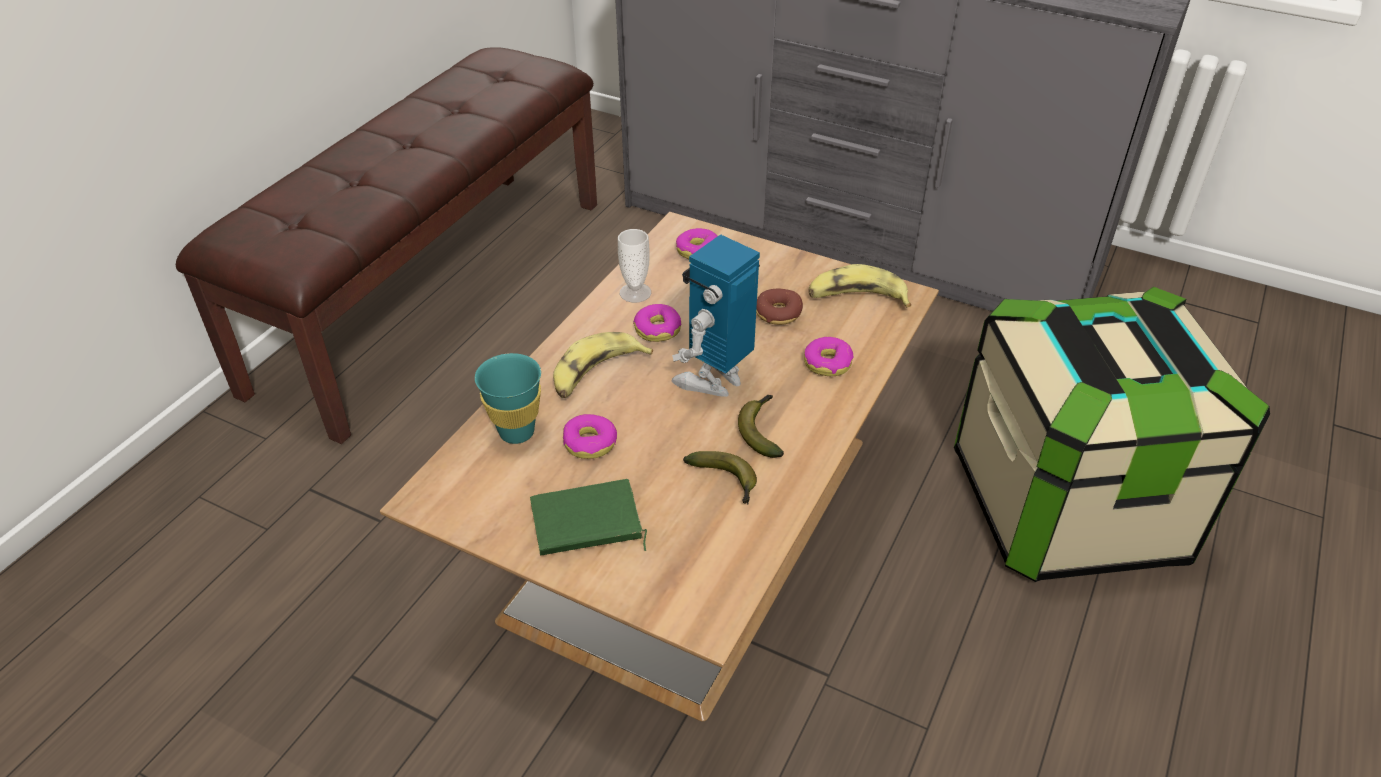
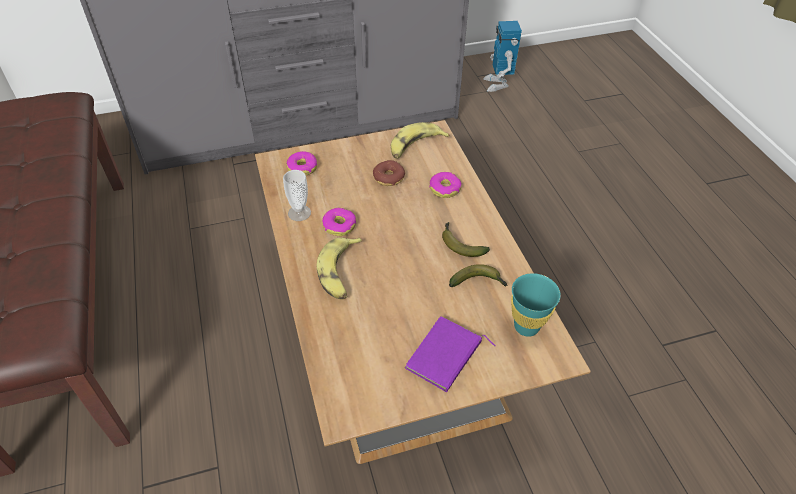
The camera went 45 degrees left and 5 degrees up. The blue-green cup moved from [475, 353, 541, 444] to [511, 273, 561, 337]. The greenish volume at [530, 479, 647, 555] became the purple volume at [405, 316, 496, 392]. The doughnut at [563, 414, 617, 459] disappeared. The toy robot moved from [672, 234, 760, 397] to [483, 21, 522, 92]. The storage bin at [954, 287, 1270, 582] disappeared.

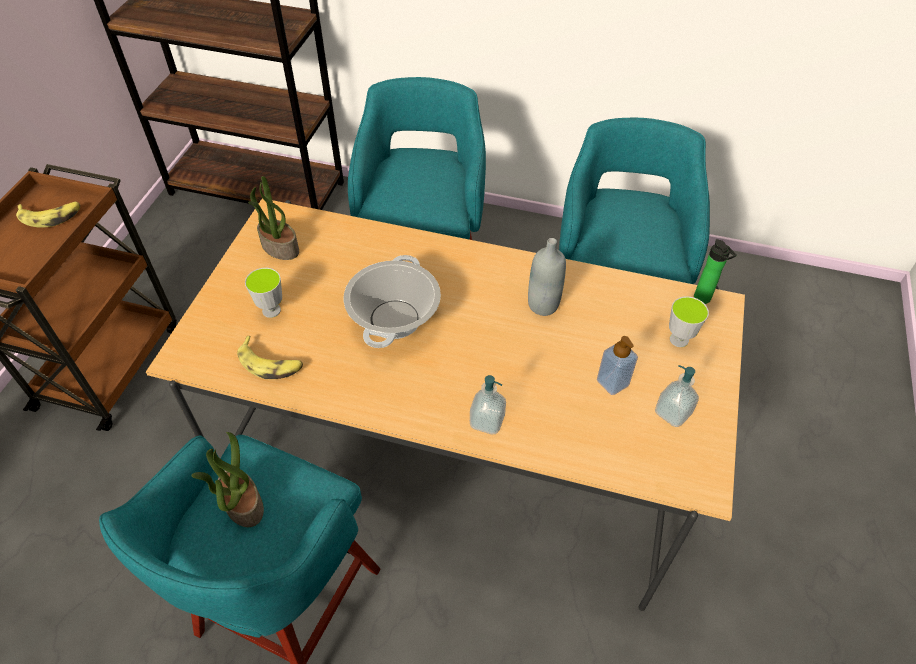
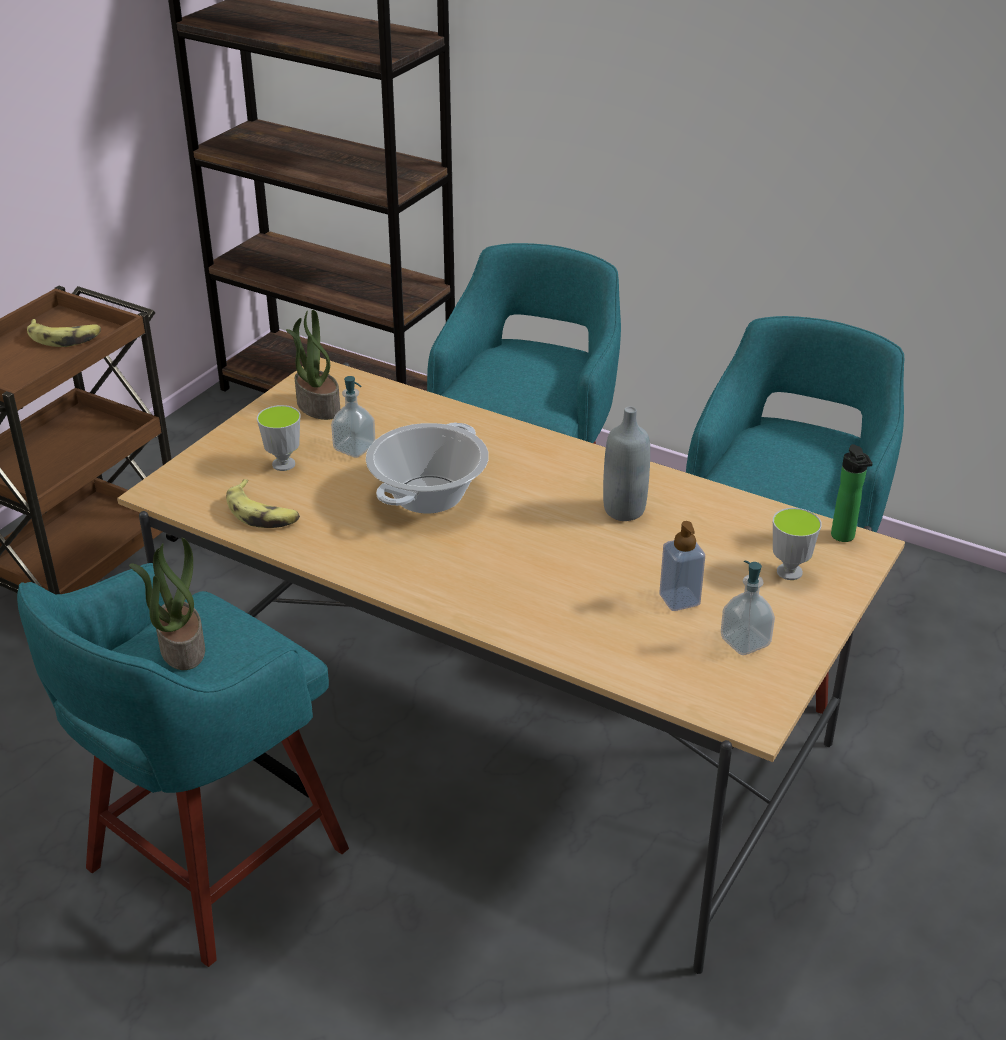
The camera went 15 degrees right and 15 degrees down. The soap dispenser moved from [470, 375, 506, 435] to [331, 376, 375, 458].

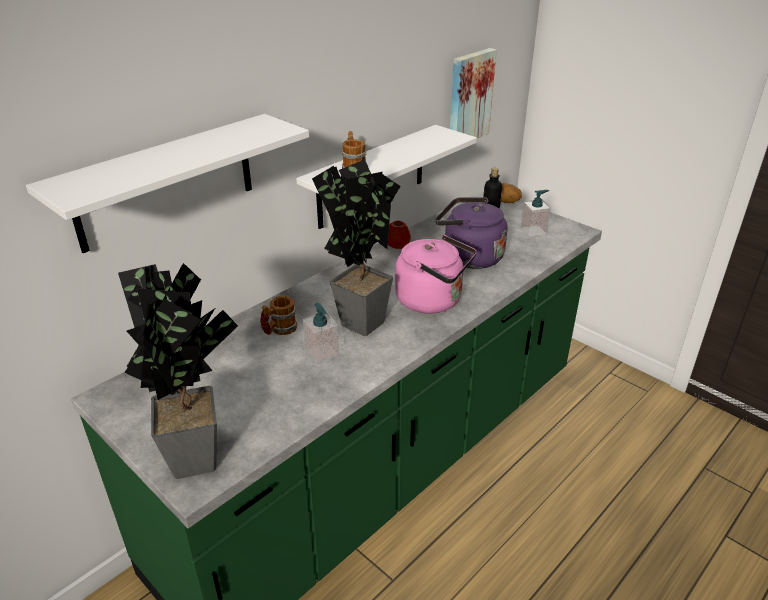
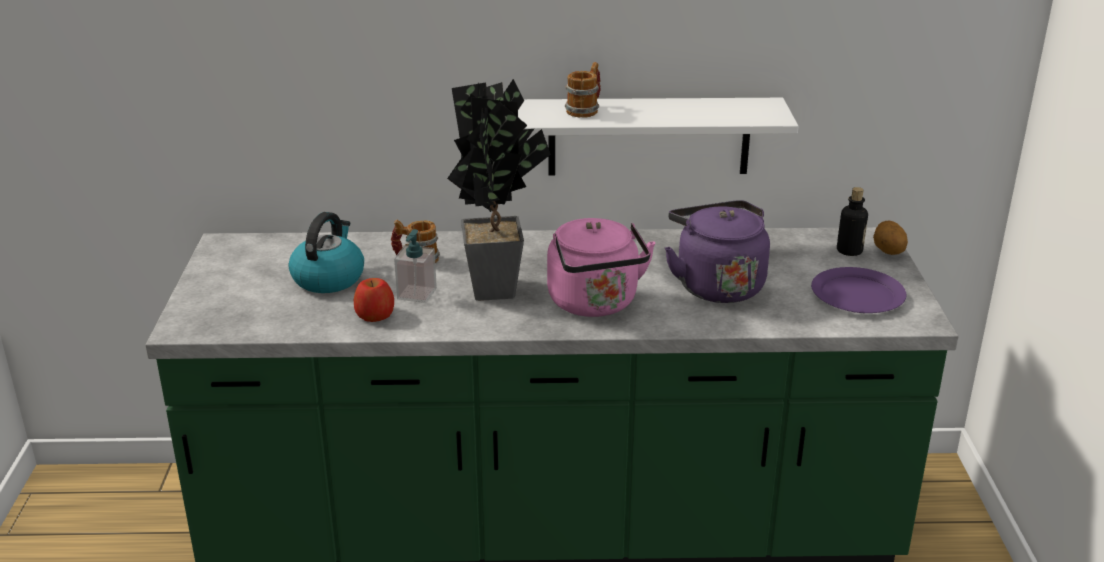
The camera went 45 degrees right and 5 degrees down. The white shelf at [26, 114, 309, 253] disappeared. The potted plant at [118, 263, 238, 479] disappeared. The apple fruit moved from [388, 221, 411, 249] to [354, 278, 394, 322]. The wall art at [450, 48, 497, 138] disappeared. The soap dispenser at [521, 190, 551, 236] was replaced by the purple flat dish at [811, 267, 907, 313]. The tea kettle at [288, 212, 364, 293] appeared.

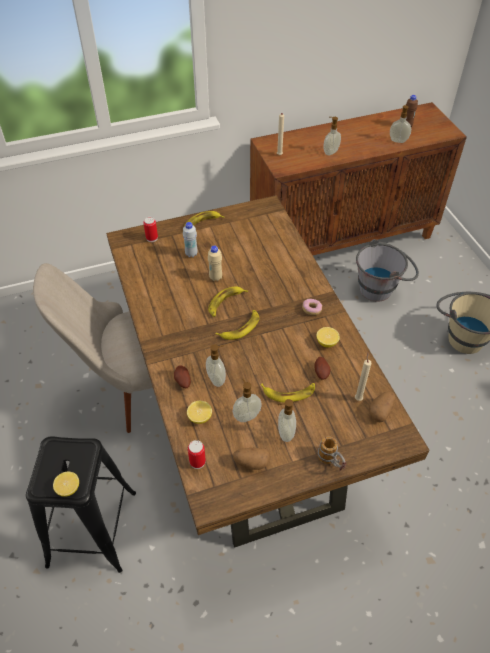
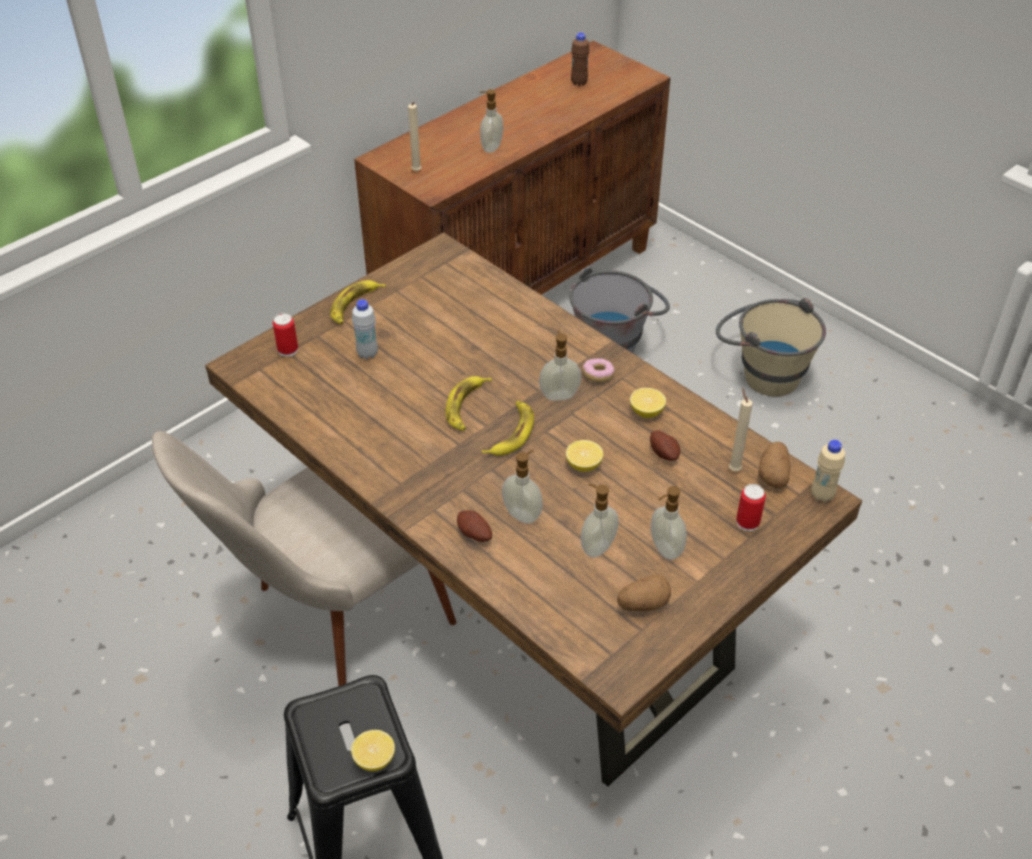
The camera went 25 degrees left and 5 degrees down. The citrus fruit moved from [187, 401, 212, 424] to [566, 440, 603, 472]. The metal can moved from [188, 440, 206, 469] to [736, 484, 766, 531]. The beige-coloured bottle moved from [208, 246, 222, 281] to [811, 440, 845, 503]. The banana at [261, 383, 315, 402] disappeared. The tea mug at [318, 436, 346, 471] disappeared. The soap dispenser moved from [390, 105, 411, 143] to [539, 330, 581, 401].

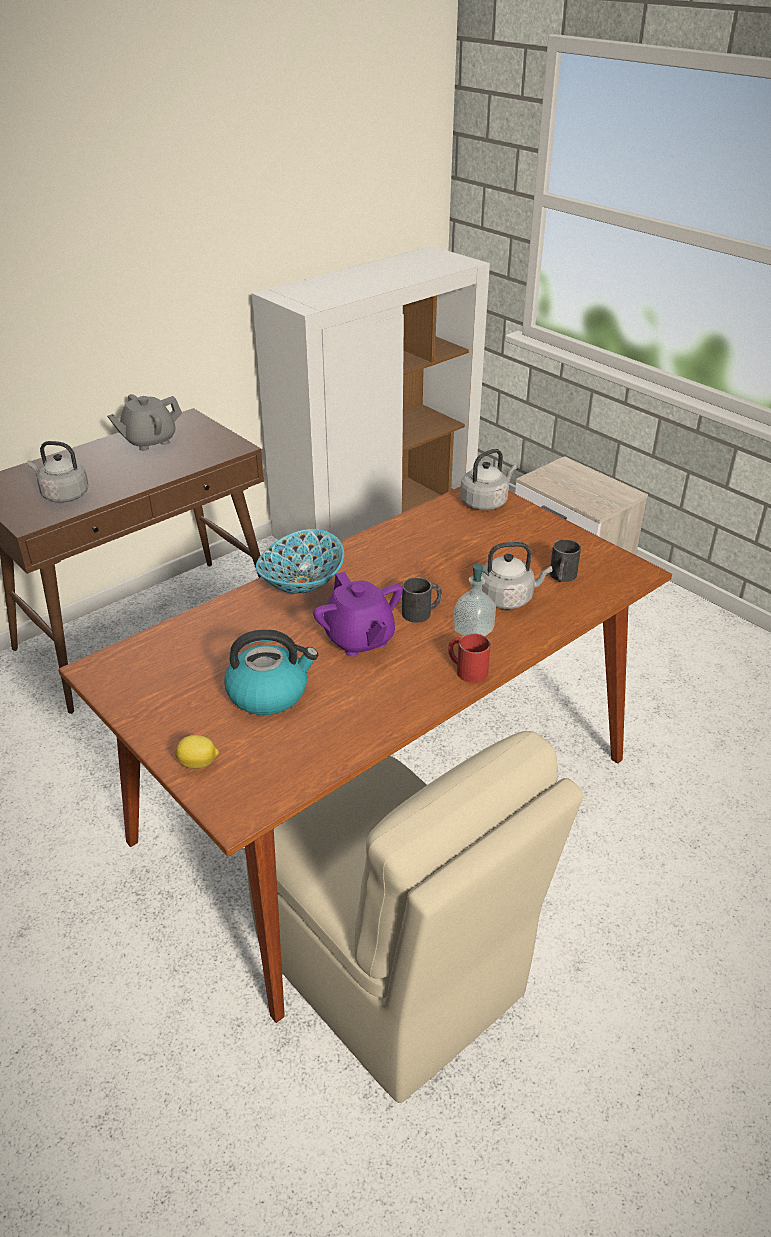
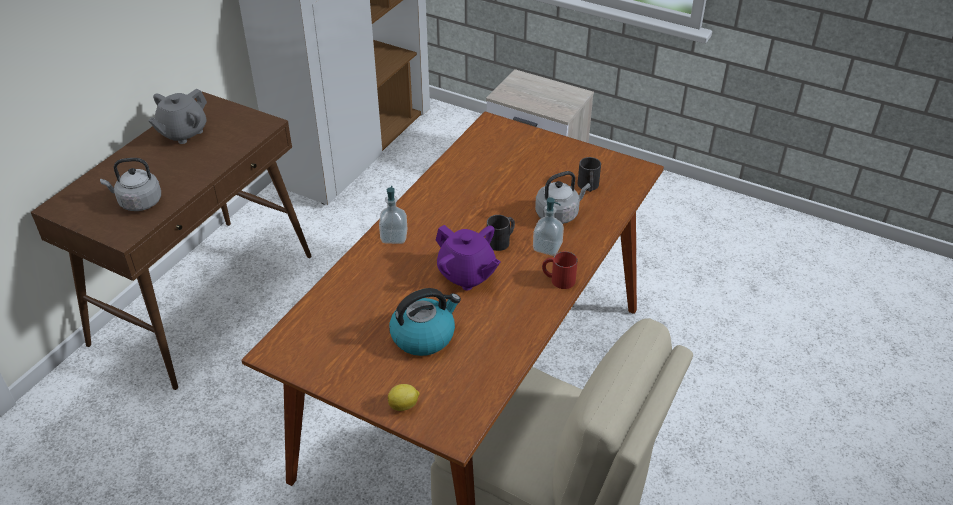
The camera went 20 degrees left and 5 degrees up. The serving bowl at [256, 529, 344, 594] was replaced by the soap dispenser at [379, 186, 407, 244]. The gray tea kettle at [460, 449, 517, 511] disappeared.

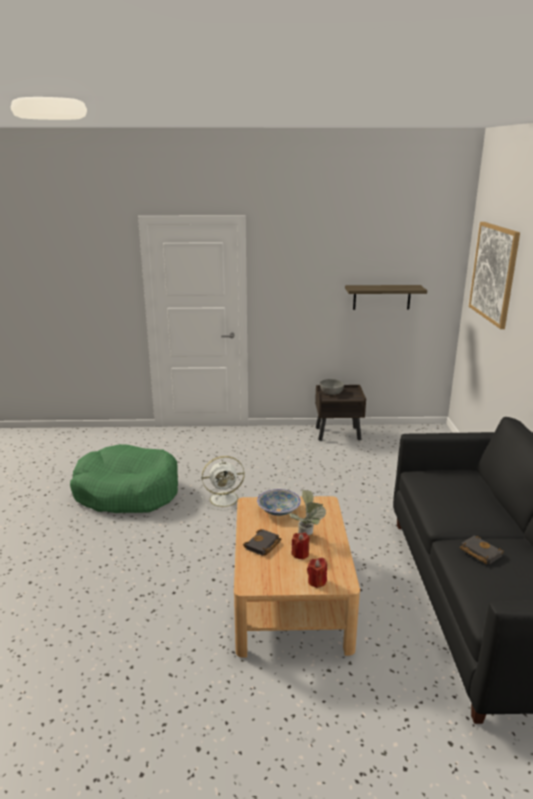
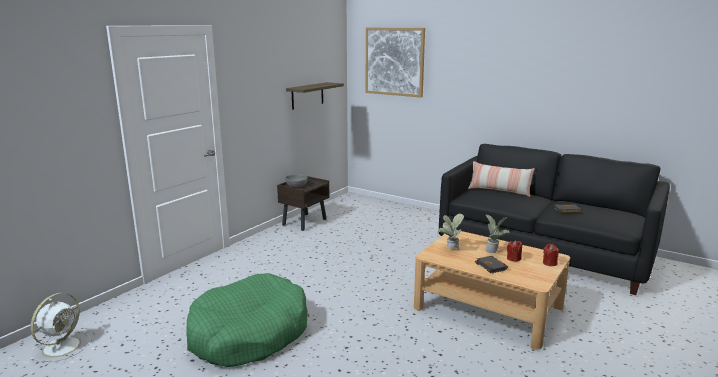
The camera went 55 degrees left and 5 degrees down. The white fan moved from [201, 456, 245, 510] to [31, 293, 91, 362]. The serving bowl at [257, 489, 301, 516] was replaced by the potted plant at [438, 214, 464, 250]. The pillow at [468, 161, 535, 197] appeared.

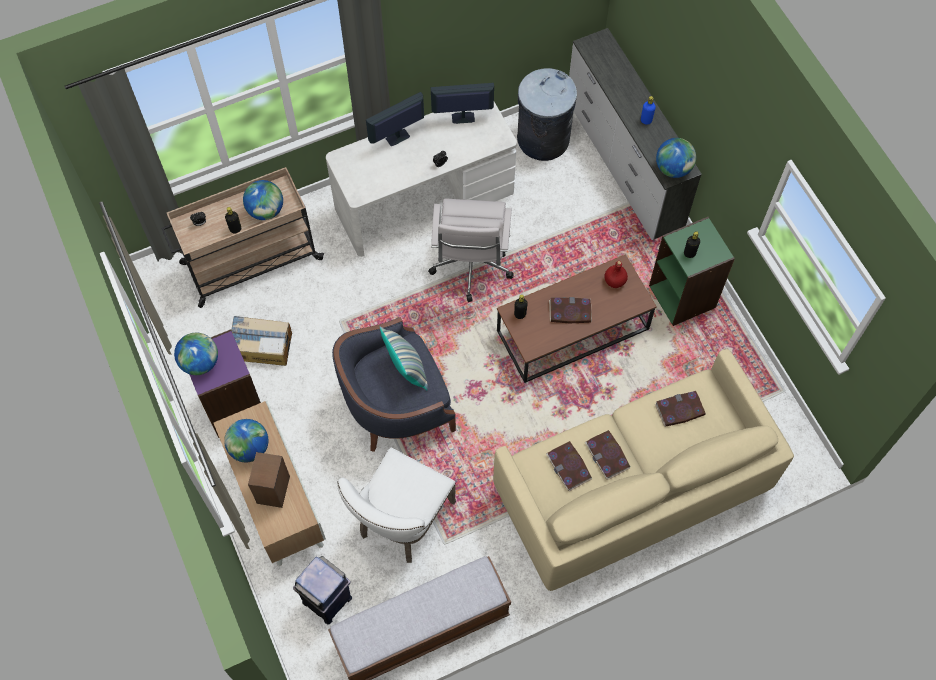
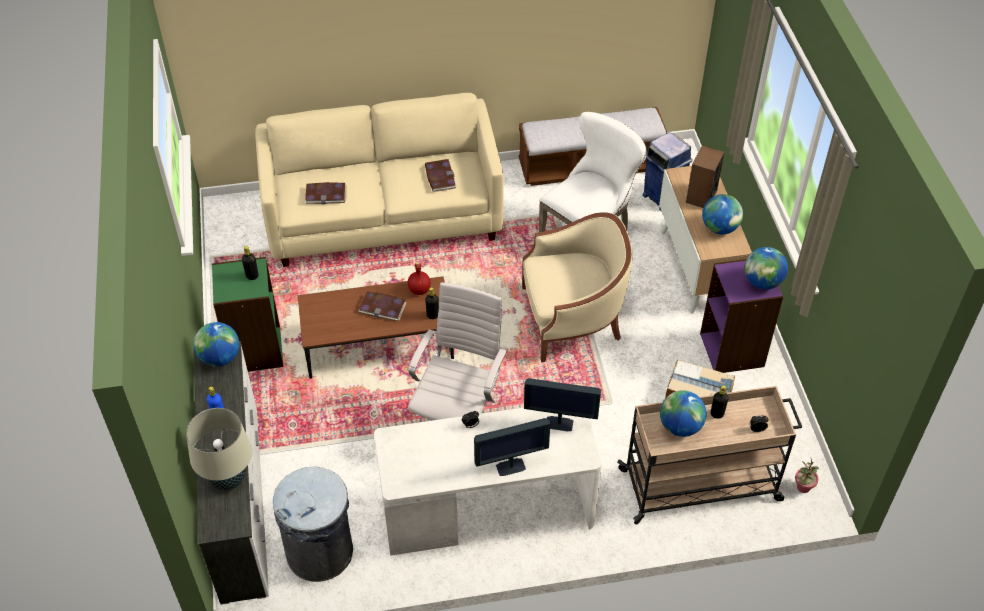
The camera went 165 degrees left and 15 degrees down. The blue-coloured lounge chair at [332, 317, 456, 452] became the beige-coloured lounge chair at [522, 212, 633, 362]. The pillow at [380, 326, 428, 390] disappeared. The computer display moved from [431, 83, 494, 124] to [524, 378, 601, 431]. The volume at [585, 430, 630, 480] disappeared. The red bottle moved from [604, 261, 628, 288] to [408, 262, 431, 295]. The beige-coloured tabletop lamp at [186, 408, 252, 491] appeared. The potted plant at [795, 459, 819, 493] appeared.

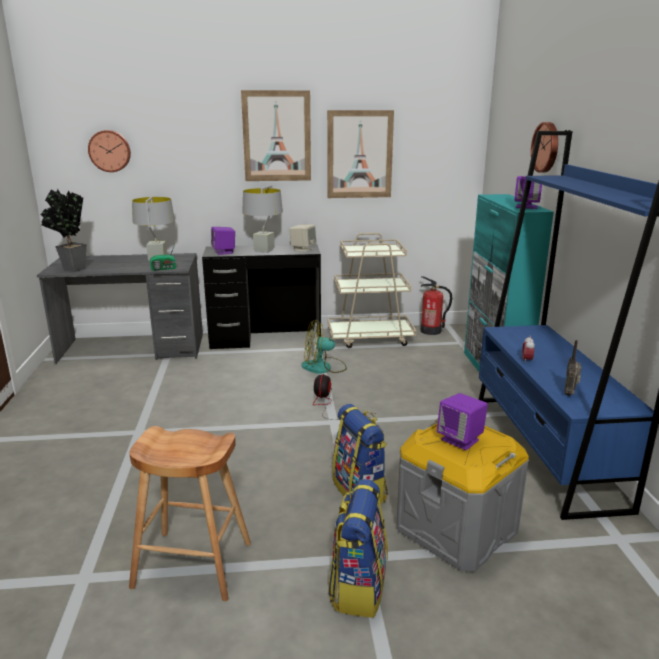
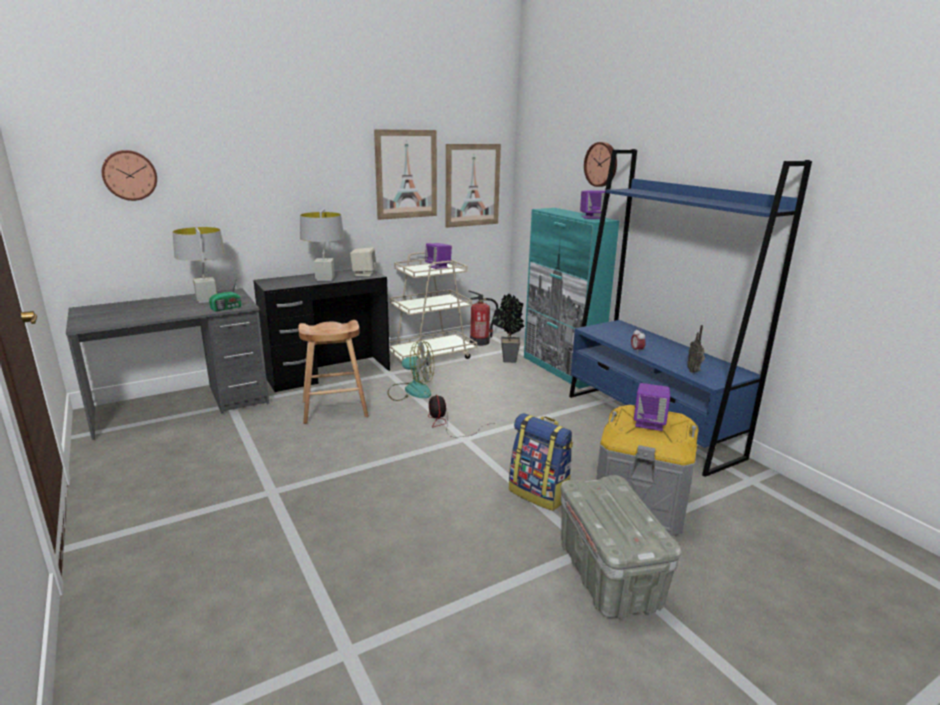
The camera went 25 degrees left and 0 degrees up. The potted plant moved from [40, 189, 86, 272] to [491, 293, 525, 363]. The brown stool seat moved from [129, 426, 251, 601] to [298, 320, 369, 424]. The purple speaker moved from [211, 227, 235, 255] to [425, 243, 452, 269]. The wall art moved from [241, 90, 311, 181] to [446, 144, 501, 228]. The fan at [302, 320, 347, 374] turned 135 degrees counterclockwise. The backpack at [328, 479, 388, 618] was replaced by the gray storage bin at [560, 475, 681, 619].

